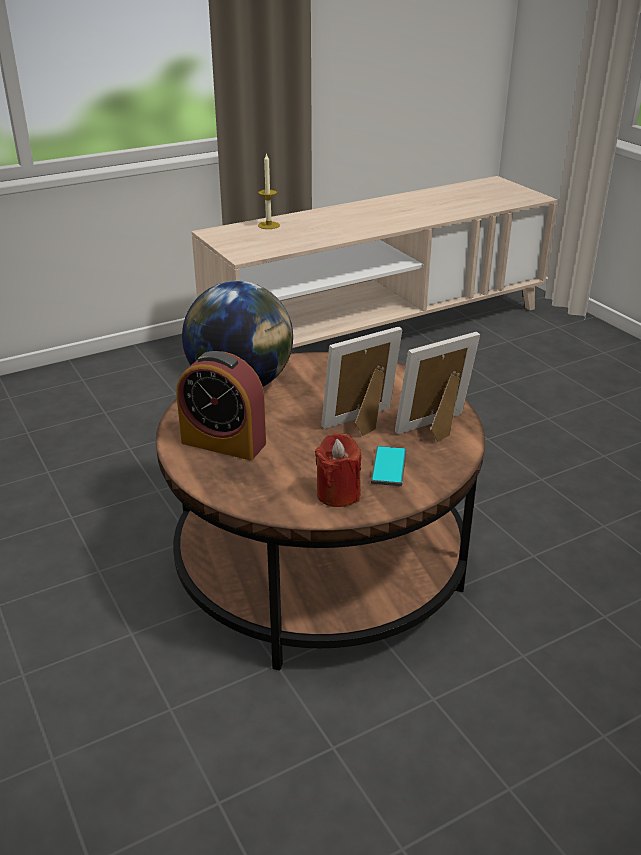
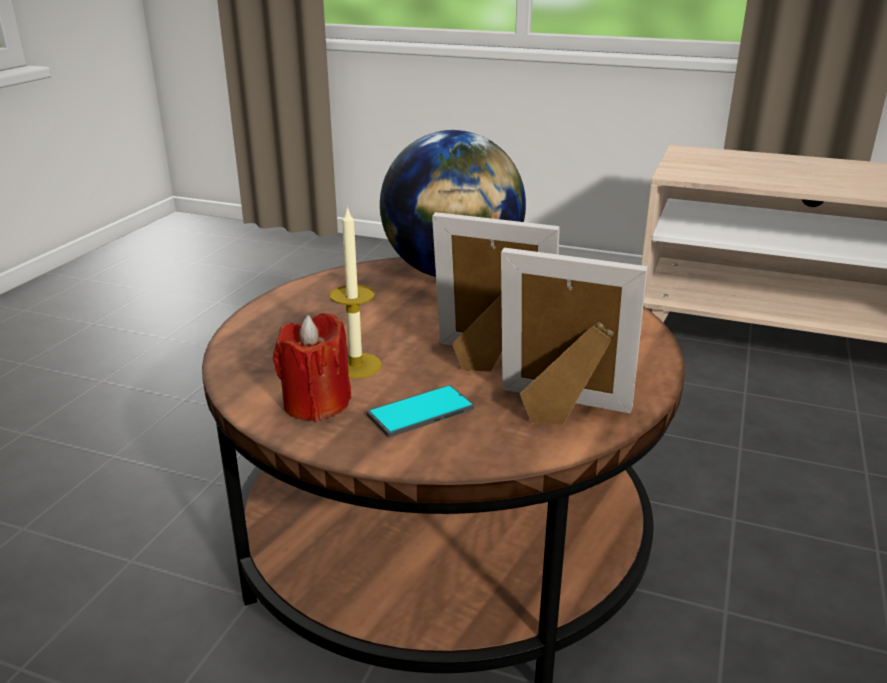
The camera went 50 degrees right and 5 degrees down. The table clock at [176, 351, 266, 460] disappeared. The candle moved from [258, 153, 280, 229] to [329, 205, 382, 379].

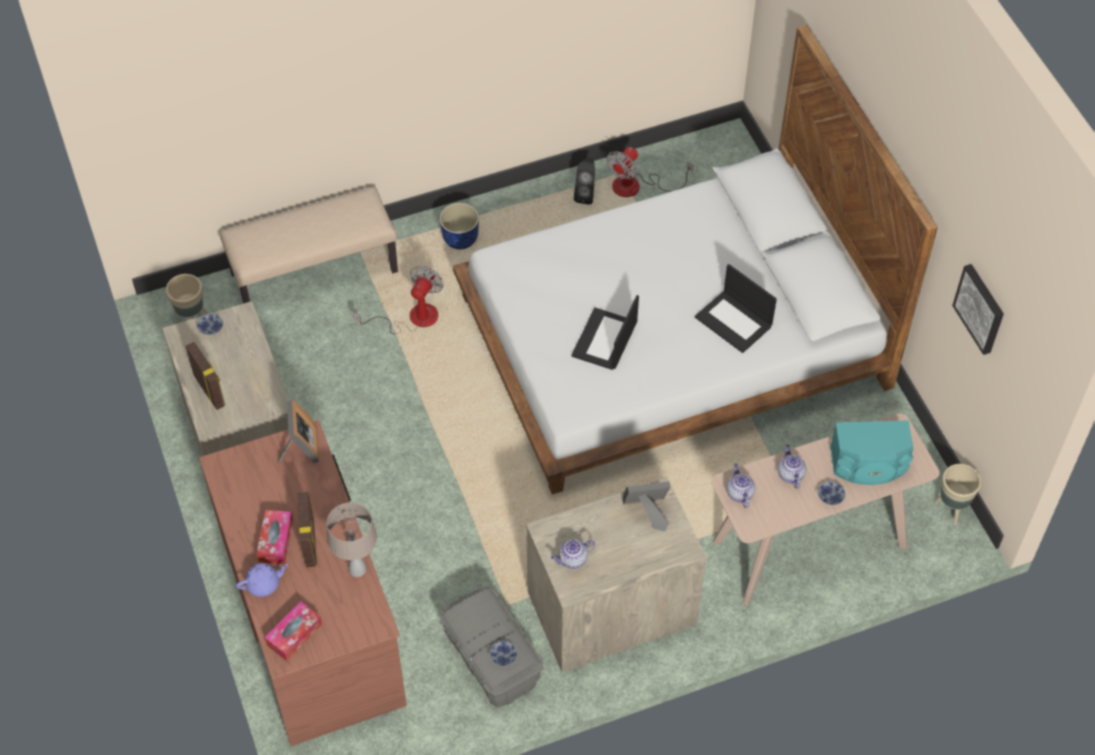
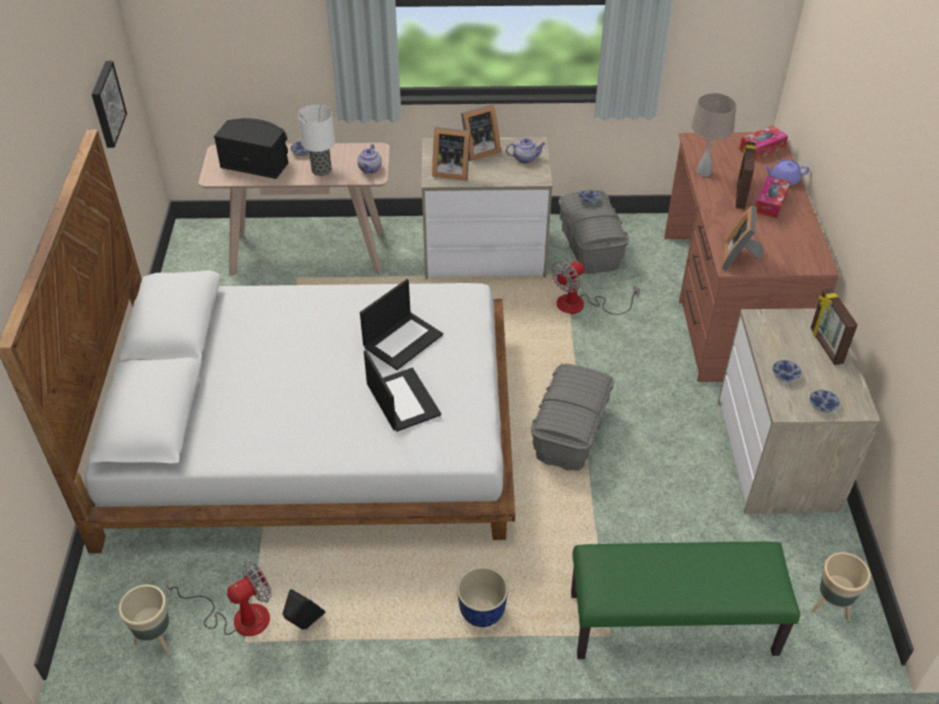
The camera went 160 degrees left and 10 degrees down. The beige-coloured indoor bench at [220, 187, 398, 304] became the greenish indoor bench at [571, 542, 800, 659]. The fan moved from [353, 266, 444, 334] to [552, 261, 640, 315]. The portable computer moved from [695, 264, 777, 353] to [364, 350, 441, 432]. The teapot at [777, 445, 806, 489] was replaced by the tabletop lamp at [298, 105, 335, 176]. The blue-green speaker at [830, 420, 913, 485] became the black speaker at [214, 118, 288, 179]. The beige-coloured flower pot moved from [934, 464, 981, 525] to [119, 585, 170, 654]. The picture frame at [461, 104, 501, 161] appeared. The gray storage bin at [531, 364, 614, 471] appeared. The serving bowl at [772, 360, 802, 382] appeared.

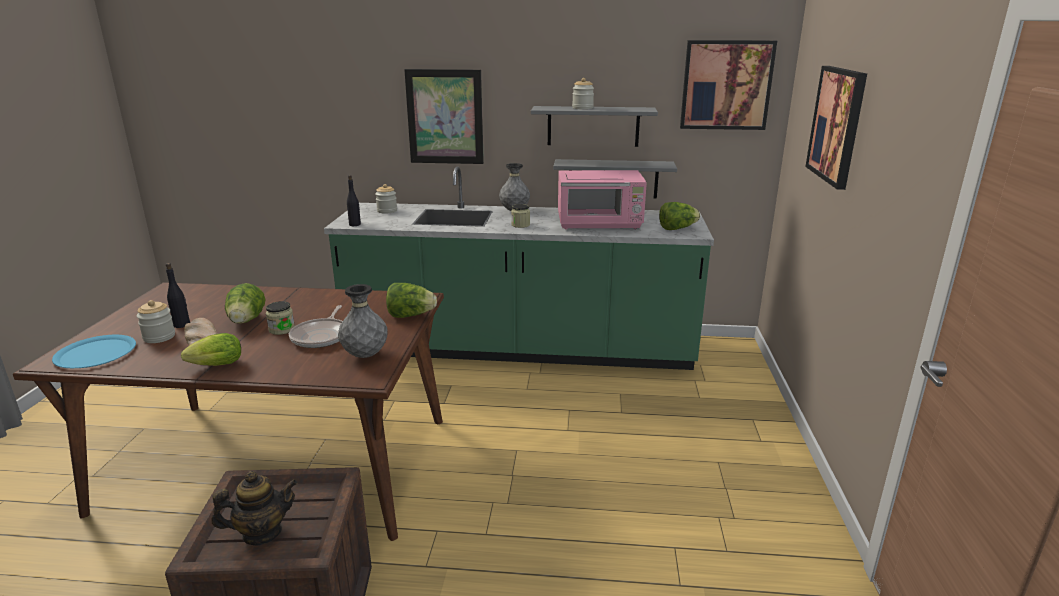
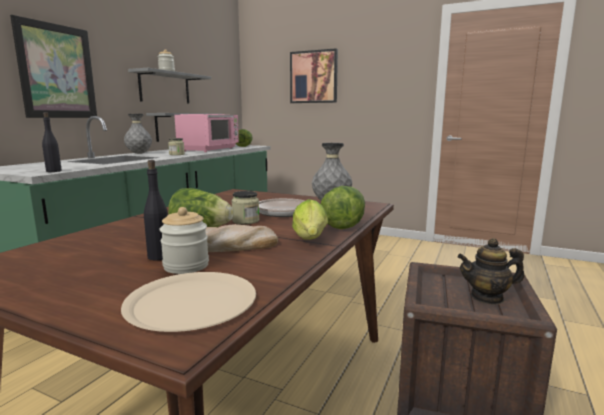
The camera went 70 degrees left and 10 degrees down. The blue-coloured flat dish at [52, 335, 136, 368] became the beige-coloured flat dish at [121, 272, 256, 332]. The teapot at [212, 471, 298, 546] turned 90 degrees counterclockwise. The preserve jar at [375, 184, 397, 214] disappeared. The head of lettuce moved from [386, 283, 437, 318] to [321, 186, 365, 229]. The wall art at [680, 40, 777, 130] disappeared.

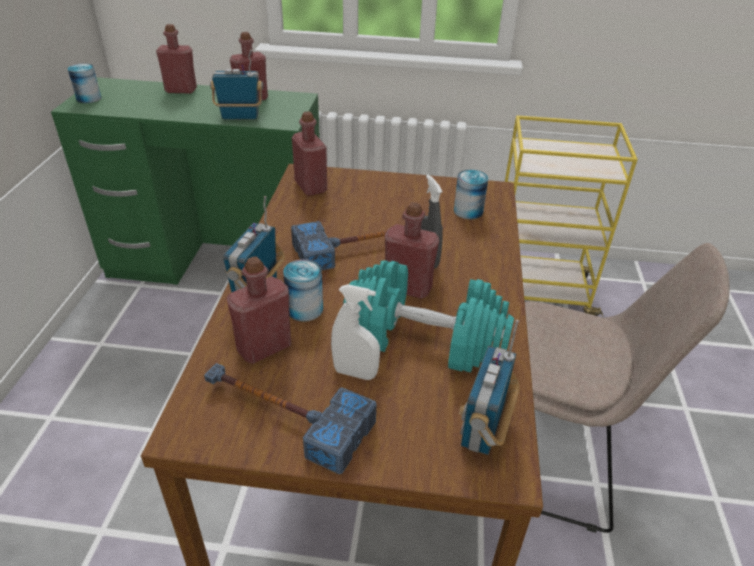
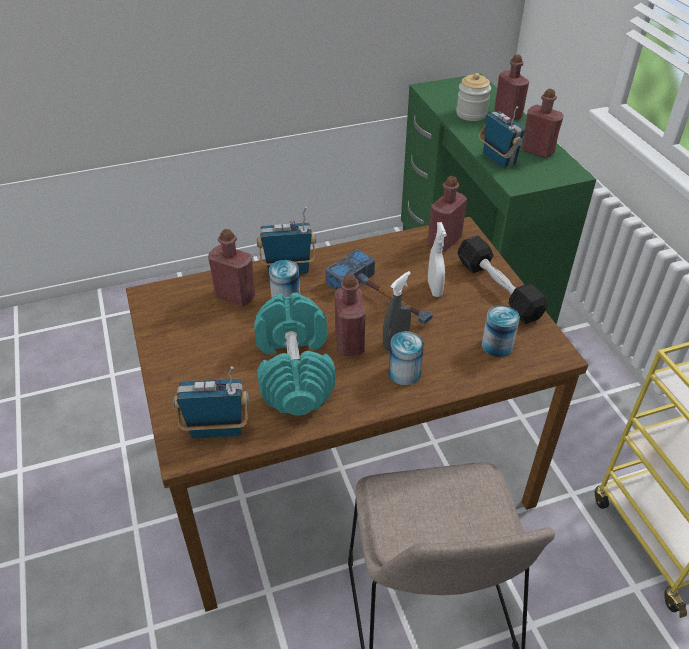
The camera went 65 degrees right and 5 degrees up. The metal can moved from [68, 63, 102, 103] to [389, 331, 424, 385]. The hand hammer at [204, 363, 376, 474] disappeared. The white spray bottle moved from [331, 284, 380, 380] to [428, 222, 447, 297]. The preserve jar at [456, 73, 491, 121] appeared. The black free weight at [457, 236, 548, 324] appeared.

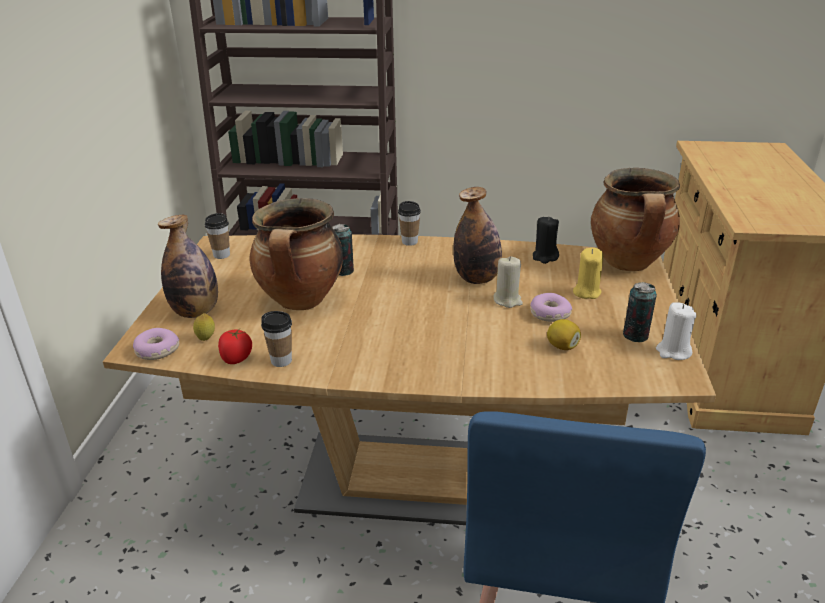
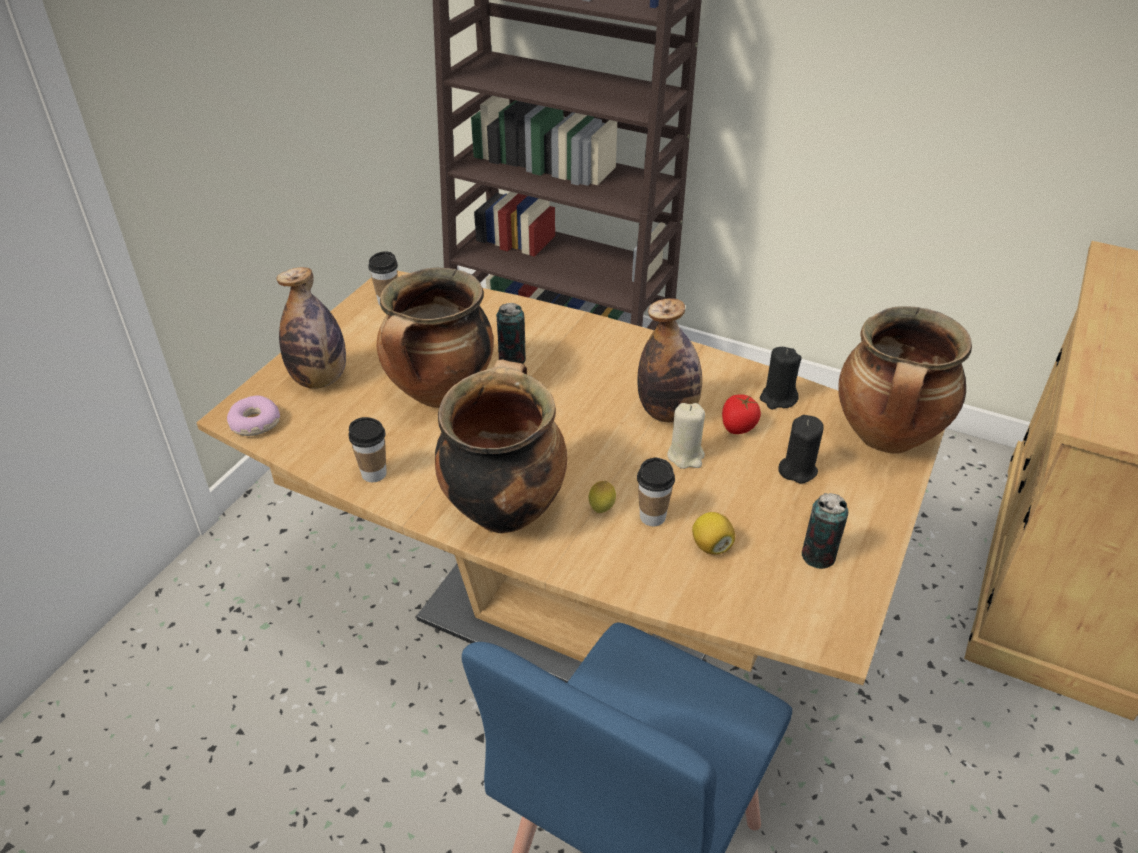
The camera went 20 degrees right and 10 degrees up. The citrus fruit moved from [193, 313, 215, 341] to [589, 481, 616, 513]. The whole tomato moved from [218, 329, 252, 364] to [722, 395, 761, 434]. The cup moved from [398, 201, 421, 246] to [637, 457, 675, 526]. The doughnut at [530, 293, 572, 322] disappeared. The yellowish candle at [573, 248, 604, 299] became the black candle at [778, 415, 824, 484]. The white candle at [656, 302, 697, 360] disappeared. The stockpot at [435, 359, 567, 533] appeared.

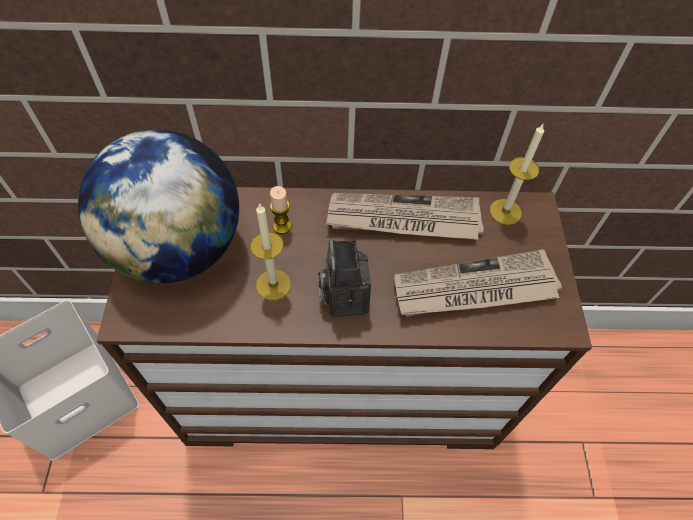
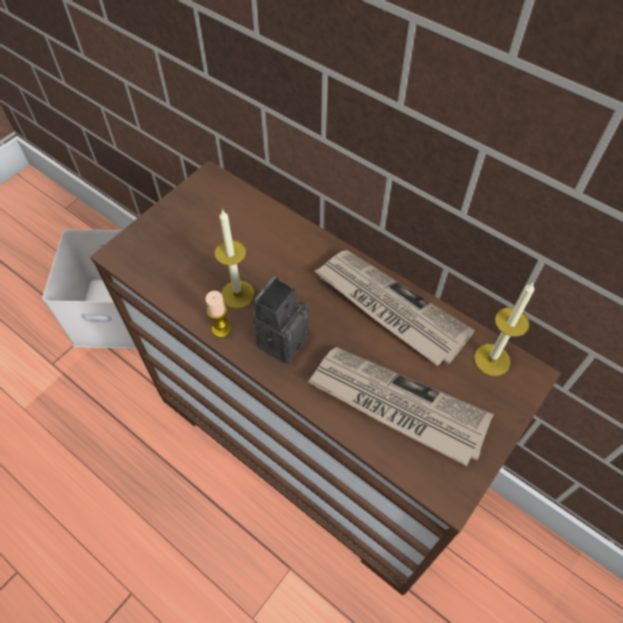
The camera went 40 degrees right and 0 degrees up. The desk globe at [78, 129, 239, 283] disappeared. The candle moved from [270, 186, 291, 234] to [206, 291, 231, 338].

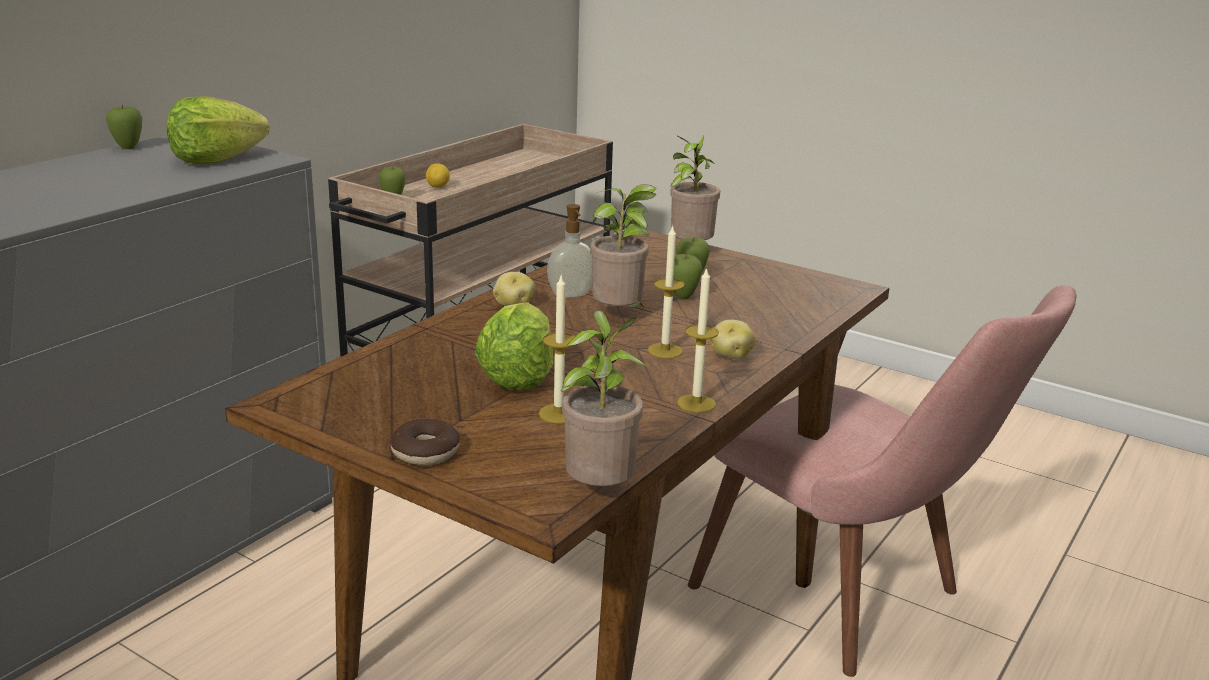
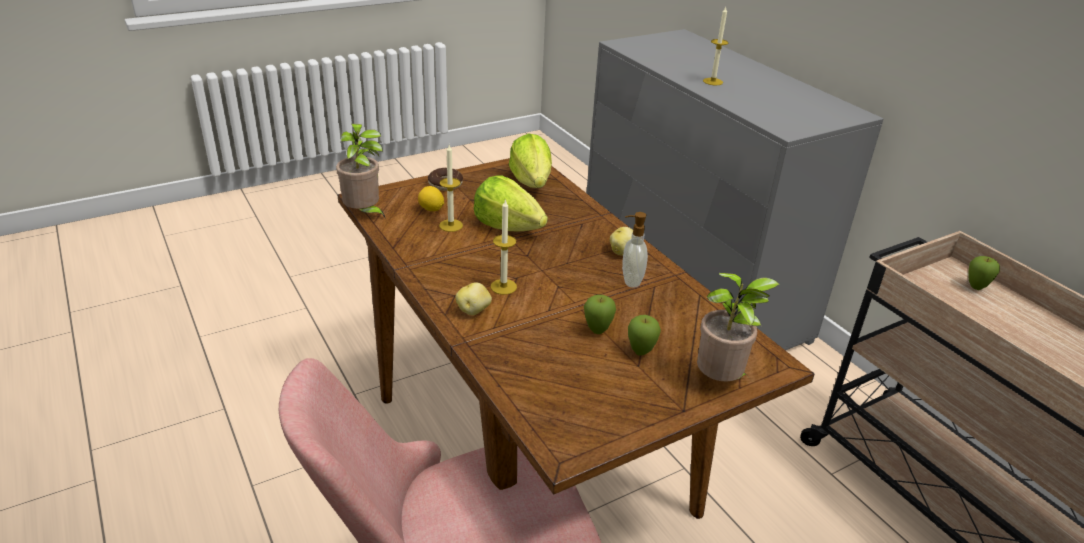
The camera went 115 degrees right and 10 degrees up. The apple fruit at [106, 105, 142, 149] disappeared. The head of lettuce moved from [167, 96, 269, 164] to [509, 133, 552, 188]. The citrus fruit moved from [426, 163, 450, 188] to [418, 186, 444, 211]. The potted plant at [590, 184, 657, 308] disappeared. The candle moved from [677, 267, 719, 413] to [703, 7, 729, 85].

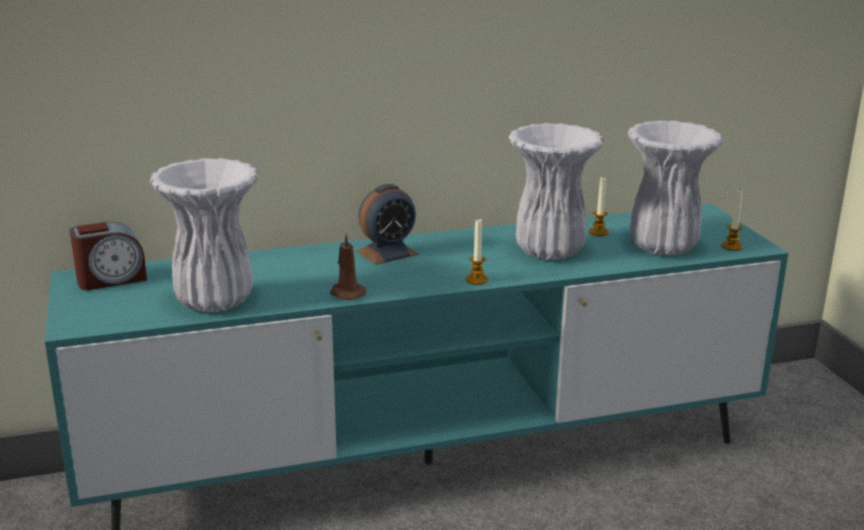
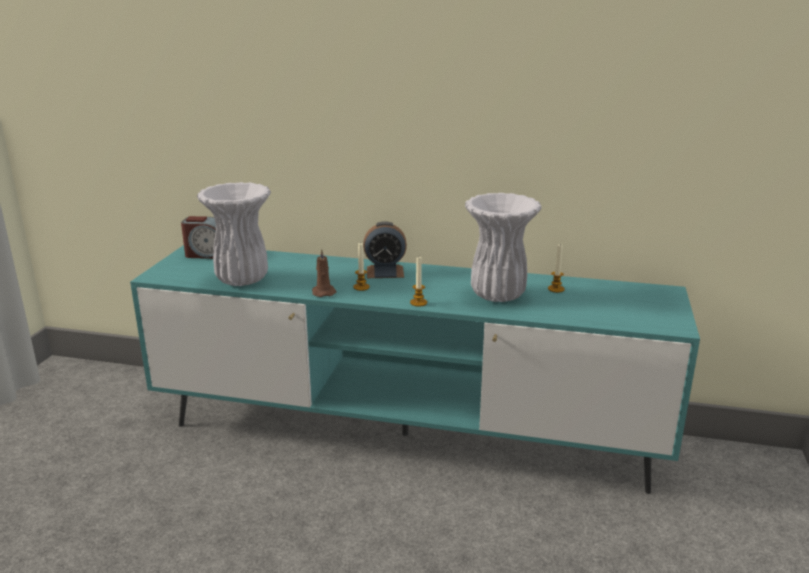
The camera went 30 degrees right and 0 degrees up. The white vase at [628, 121, 723, 255] disappeared. The candle moved from [721, 190, 743, 251] to [353, 242, 370, 291].

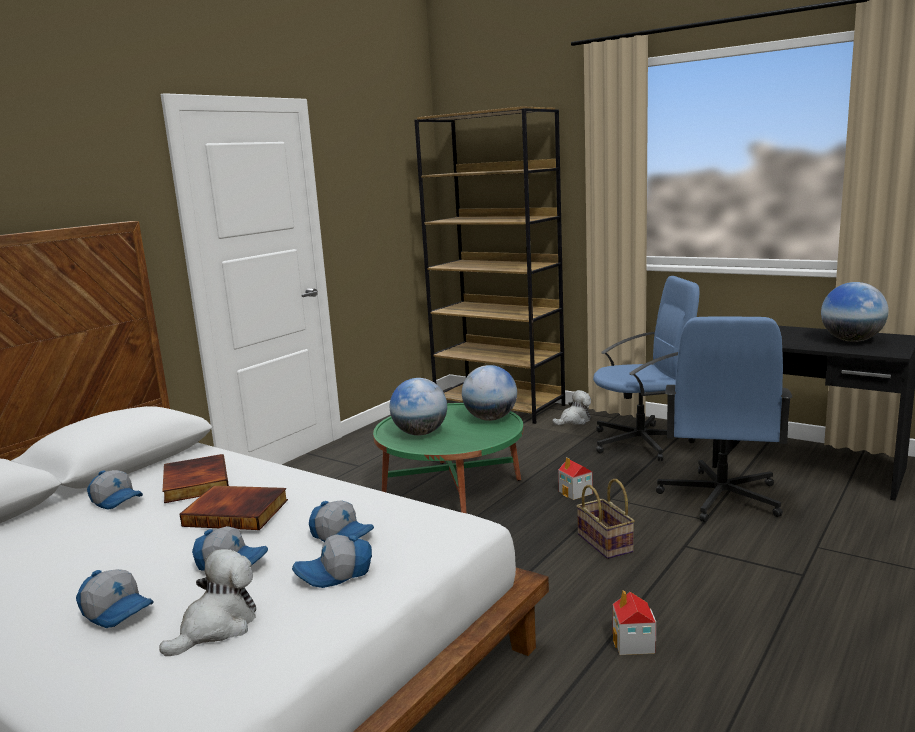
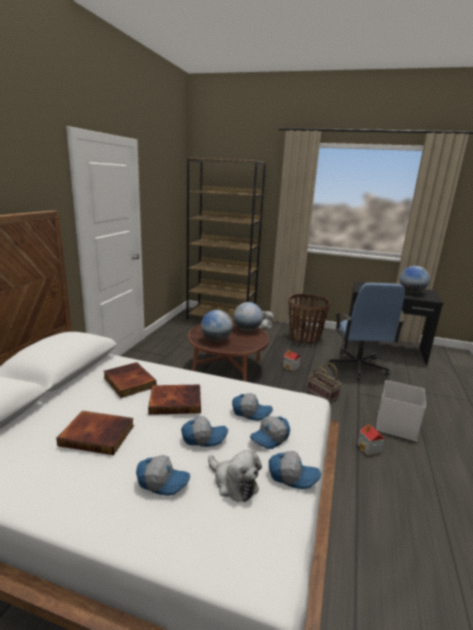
The camera went 20 degrees left and 5 degrees up. The peaked cap moved from [87, 470, 143, 510] to [269, 451, 321, 489]. The soft toy at [159, 549, 256, 656] turned 120 degrees clockwise. The greenish lounge table at [373, 403, 524, 513] became the brown lounge table at [188, 321, 269, 382]. The blue-coloured desk chair at [593, 276, 700, 461] was replaced by the storage basket at [288, 294, 331, 344]. The volume at [56, 411, 134, 455] appeared. The white storage bin at [376, 380, 426, 441] appeared.

